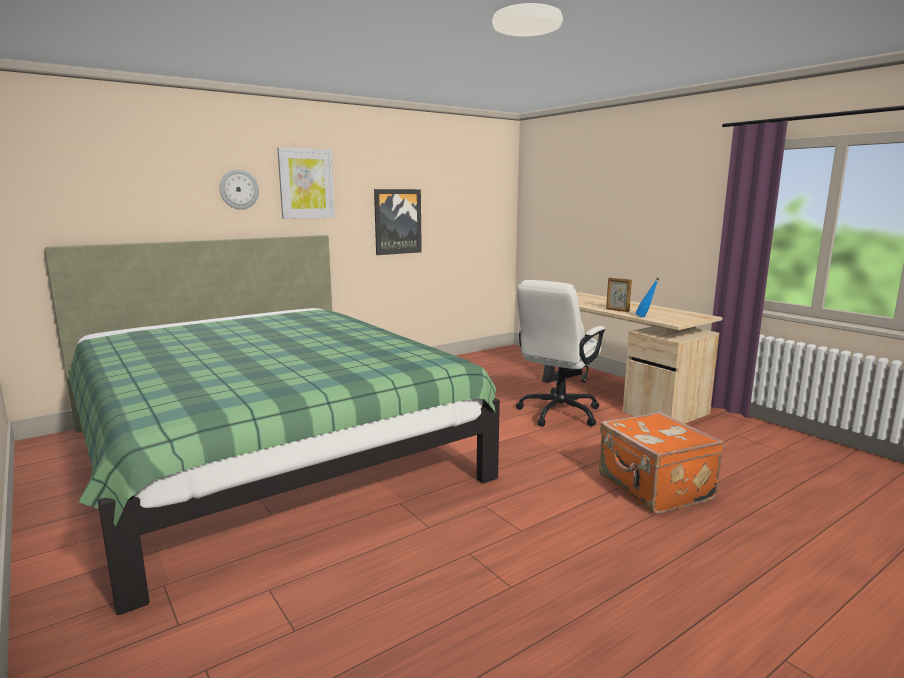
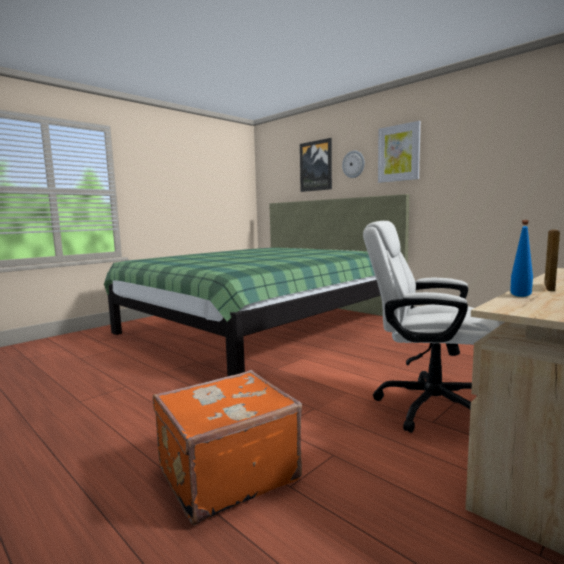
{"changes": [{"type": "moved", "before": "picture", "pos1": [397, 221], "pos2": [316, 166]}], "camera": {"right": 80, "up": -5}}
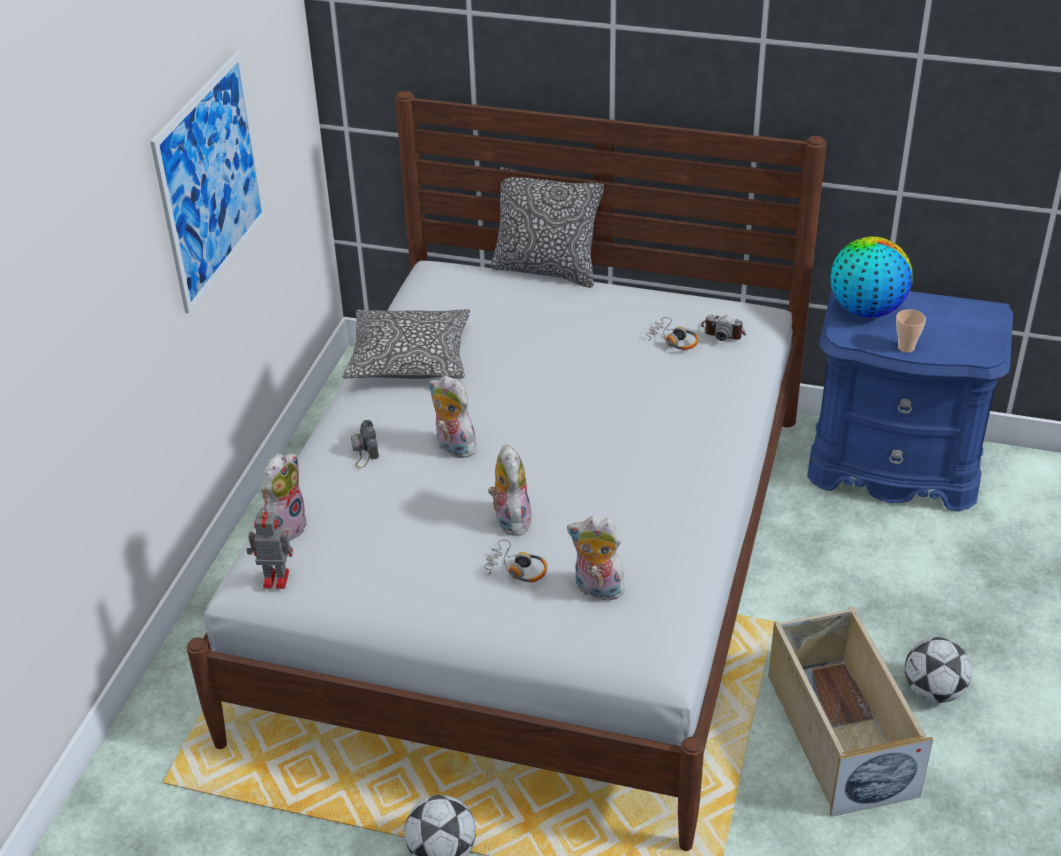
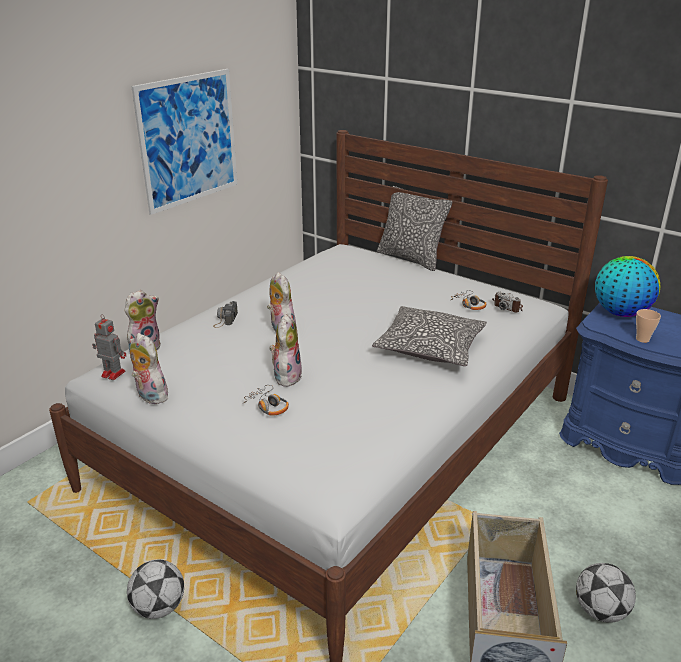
{"changes": [{"type": "moved", "before": "pillow", "pos1": [410, 359], "pos2": [430, 347]}, {"type": "moved", "before": "plush toy", "pos1": [596, 590], "pos2": [149, 396]}], "camera": {"right": 20, "up": -10}}
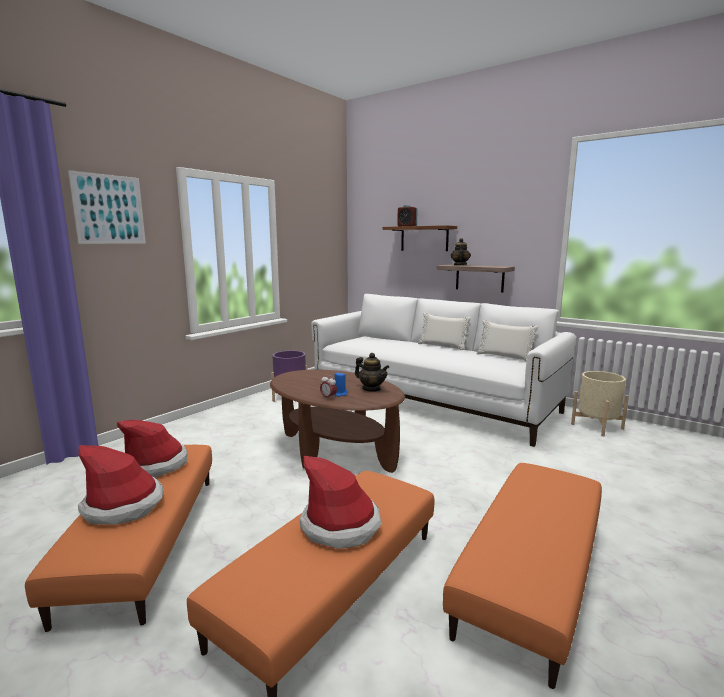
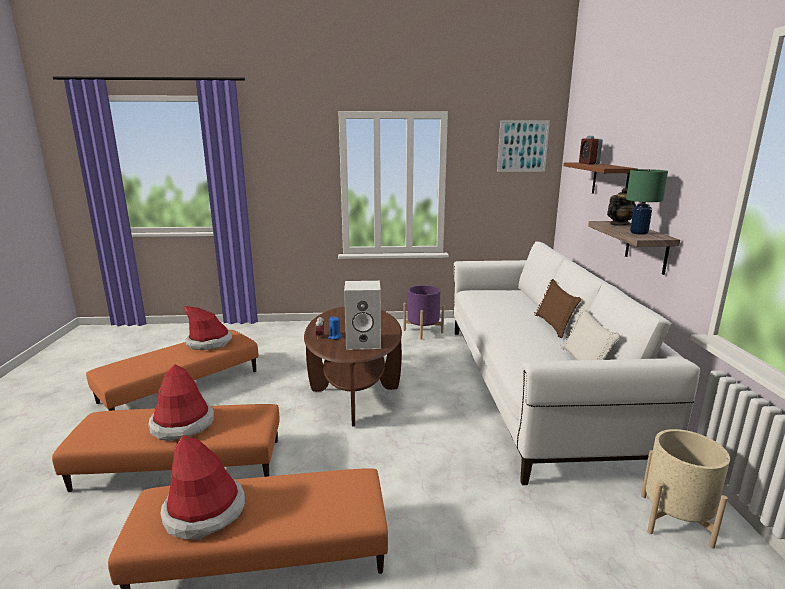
{"changes": [{"type": "added", "after": "table lamp in green", "pos2": [639, 233]}, {"type": "moved", "before": "picture", "pos1": [109, 209], "pos2": [522, 146]}, {"type": "moved", "before": "hat", "pos1": [123, 505], "pos2": [205, 511]}, {"type": "replaced", "before": "teapot", "after": "speaker in white", "pos1": [371, 389], "pos2": [364, 342]}, {"type": "recoloured", "before": "pillow in white", "after": "pillow in brown", "pos1": [442, 346], "pos2": [554, 326]}], "camera": {"right": 50, "up": 5}}
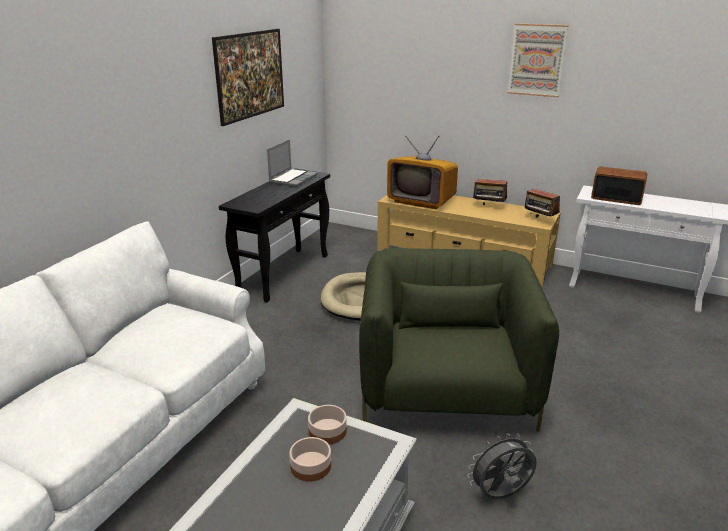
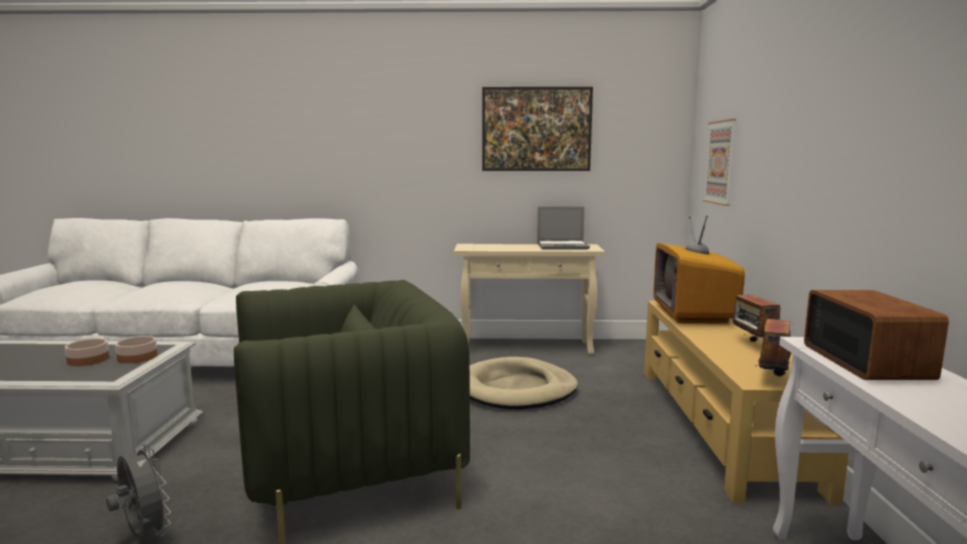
{"changes": [{"type": "moved", "before": "picture", "pos1": [537, 60], "pos2": [720, 162]}, {"type": "recoloured", "before": "console table in black", "after": "console table in beige", "pos1": [284, 273], "pos2": [527, 347]}], "camera": {"right": 65, "up": -15}}
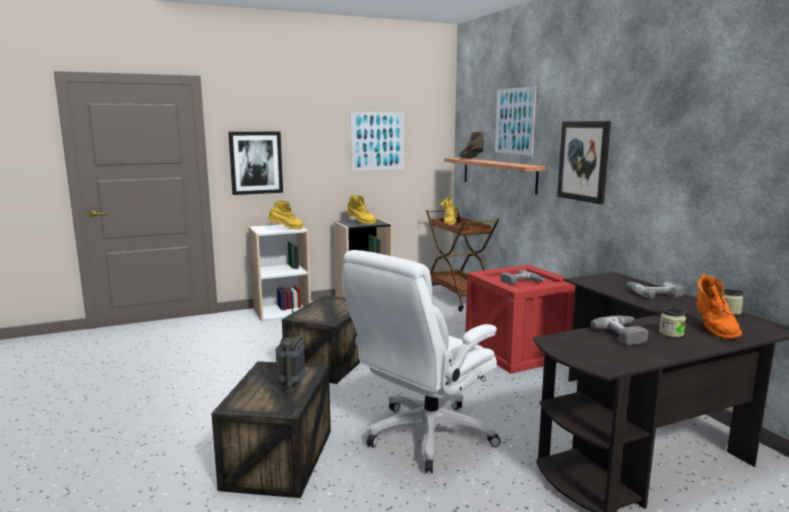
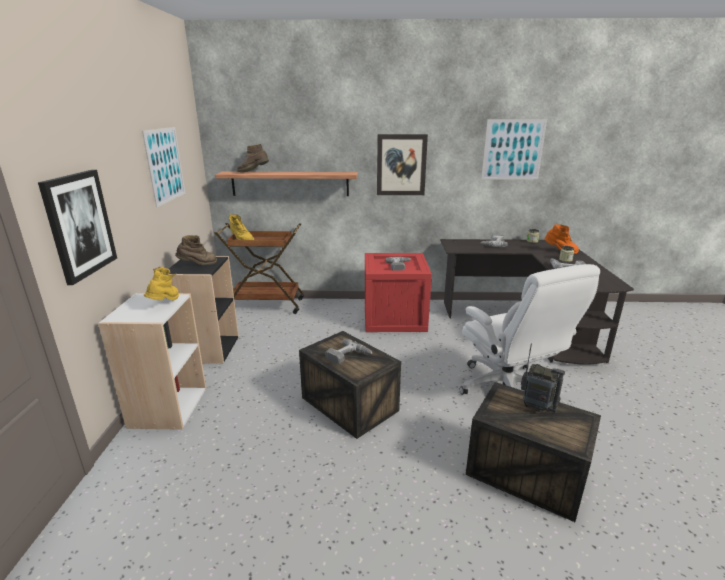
{"changes": [{"type": "added", "after": "power drill", "pos2": [349, 357]}, {"type": "moved", "before": "picture", "pos1": [514, 121], "pos2": [513, 150]}, {"type": "recoloured", "before": "boot in yellow", "after": "boot in brown", "pos1": [361, 222], "pos2": [198, 265]}], "camera": {"right": -65, "up": 10}}
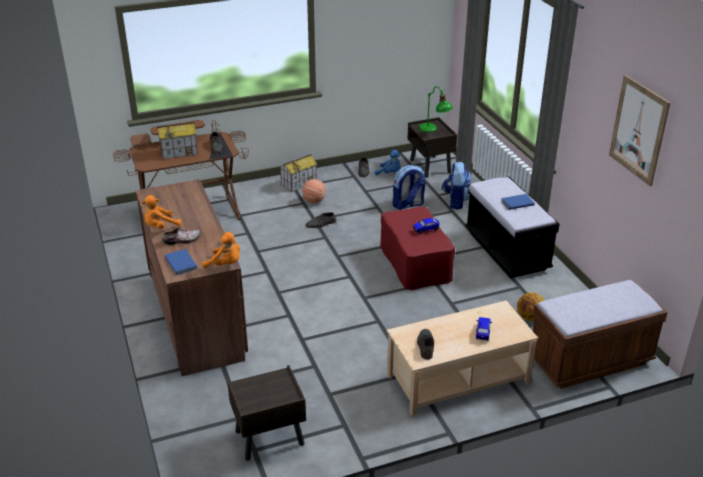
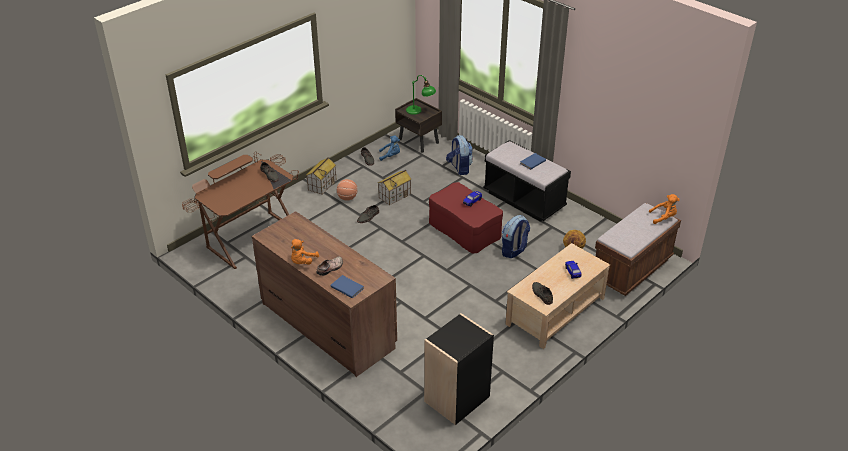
{"changes": [{"type": "removed", "before": "picture", "pos1": [638, 130]}, {"type": "moved", "before": "toy house", "pos1": [179, 152], "pos2": [395, 195]}, {"type": "moved", "before": "plush toy in orange", "pos1": [225, 264], "pos2": [663, 217]}, {"type": "moved", "before": "backpack", "pos1": [408, 205], "pos2": [514, 251]}, {"type": "replaced", "before": "nightstand in brown", "after": "bookcase in black", "pos1": [268, 438], "pos2": [457, 399]}], "camera": {"right": -25, "up": 5}}
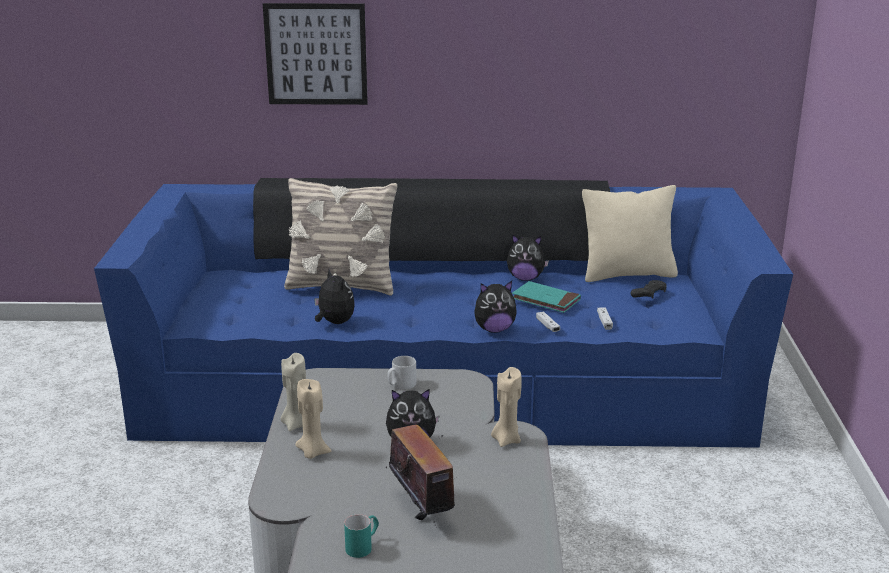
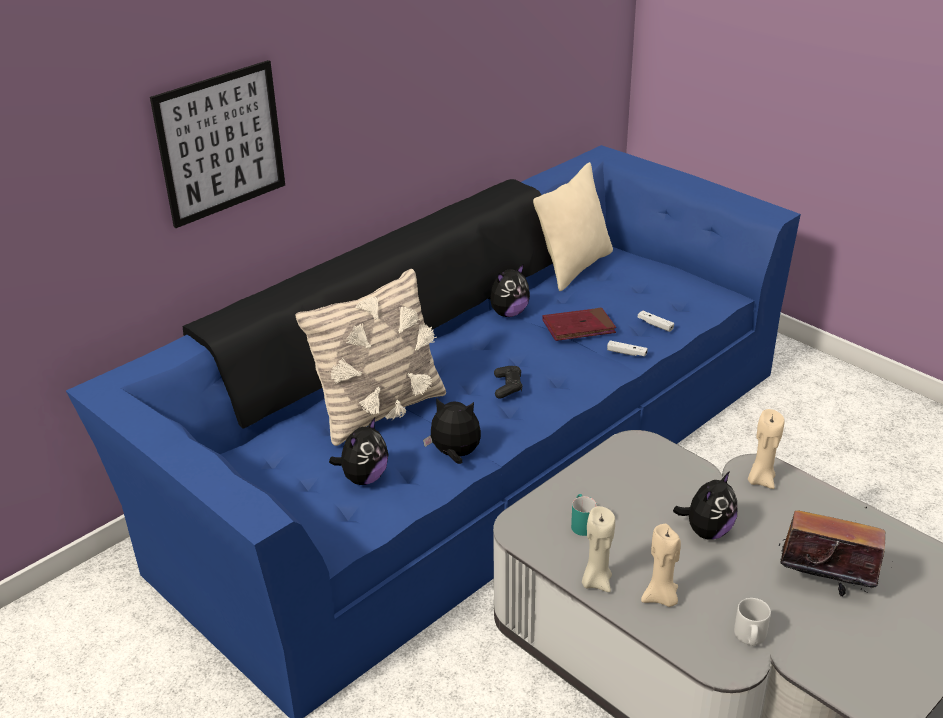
{"changes": [{"type": "moved", "before": "mug in turquoise", "pos1": [363, 546], "pos2": [582, 523]}, {"type": "moved", "before": "mug in grey", "pos1": [401, 385], "pos2": [750, 637]}, {"type": "moved", "before": "plush toy", "pos1": [494, 329], "pos2": [363, 477]}, {"type": "moved", "before": "game controller in black", "pos1": [649, 294], "pos2": [508, 387]}, {"type": "recoloured", "before": "book in turquoise", "after": "book in red", "pos1": [545, 300], "pos2": [578, 327]}], "camera": {"right": -45, "up": 10}}
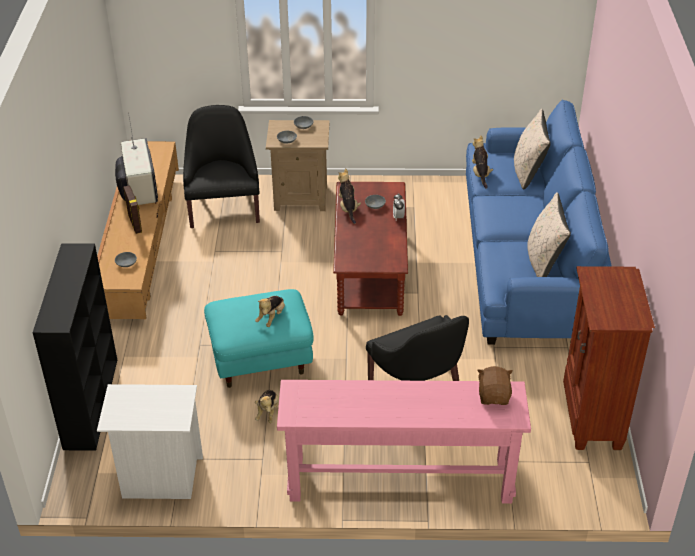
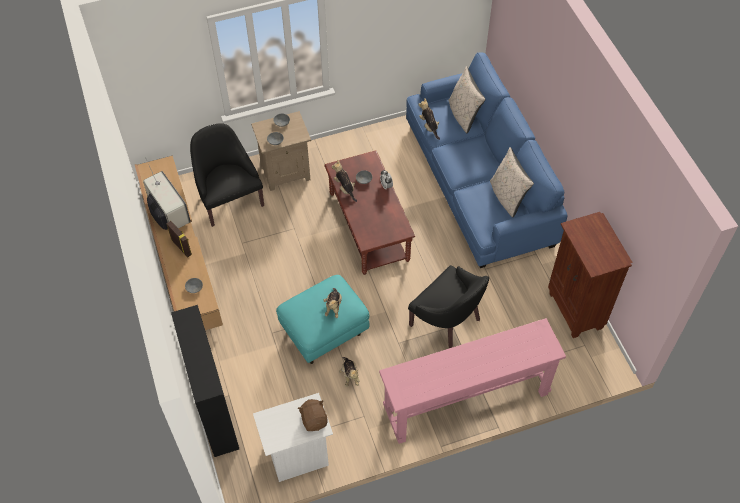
{"changes": [{"type": "moved", "before": "plush toy in brown", "pos1": [494, 396], "pos2": [314, 419]}], "camera": {"right": -20, "up": 15}}
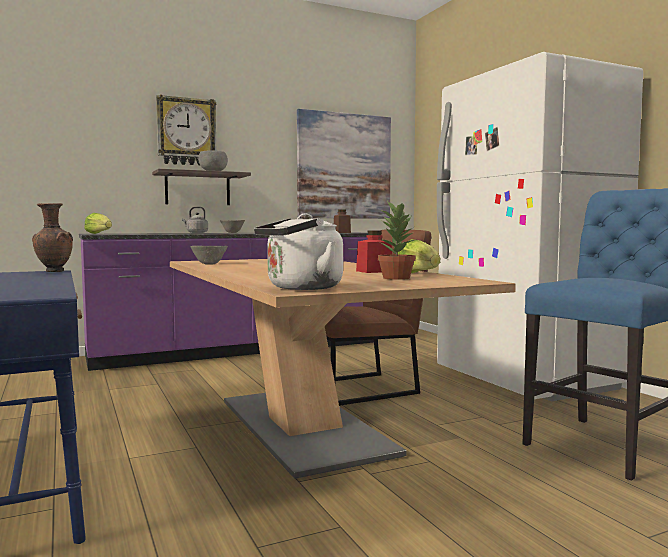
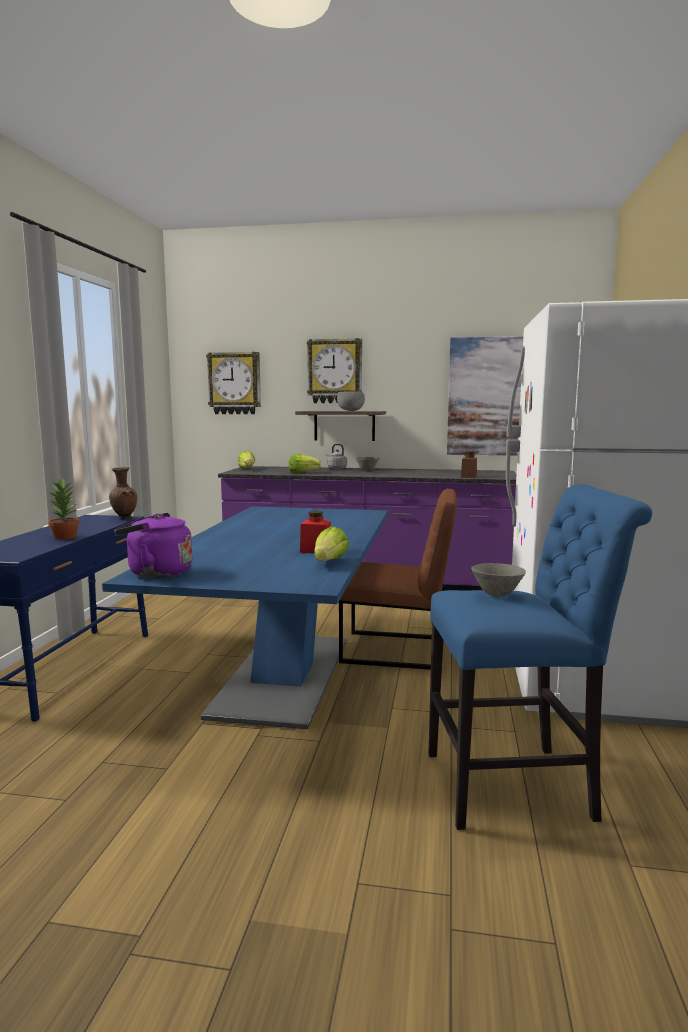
{"changes": [{"type": "added", "after": "wall clock", "pos2": [235, 383]}, {"type": "added", "after": "lettuce", "pos2": [302, 472]}, {"type": "moved", "before": "bowl in grey", "pos1": [209, 264], "pos2": [497, 594]}, {"type": "moved", "before": "potted plant", "pos1": [396, 278], "pos2": [66, 537]}, {"type": "recoloured", "before": "dining table in beige", "after": "dining table in blue", "pos1": [303, 427], "pos2": [283, 676]}, {"type": "recoloured", "before": "kettle in white", "after": "kettle in purple", "pos1": [300, 288], "pos2": [156, 573]}], "camera": {"right": 35, "up": 5}}
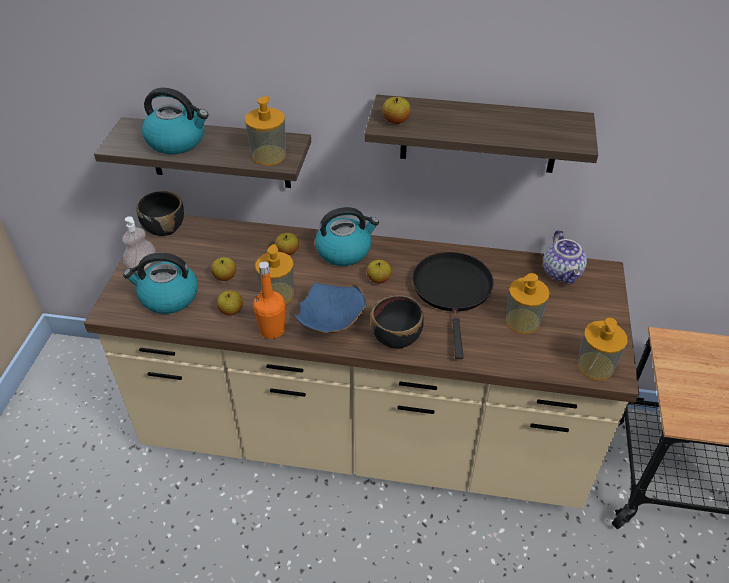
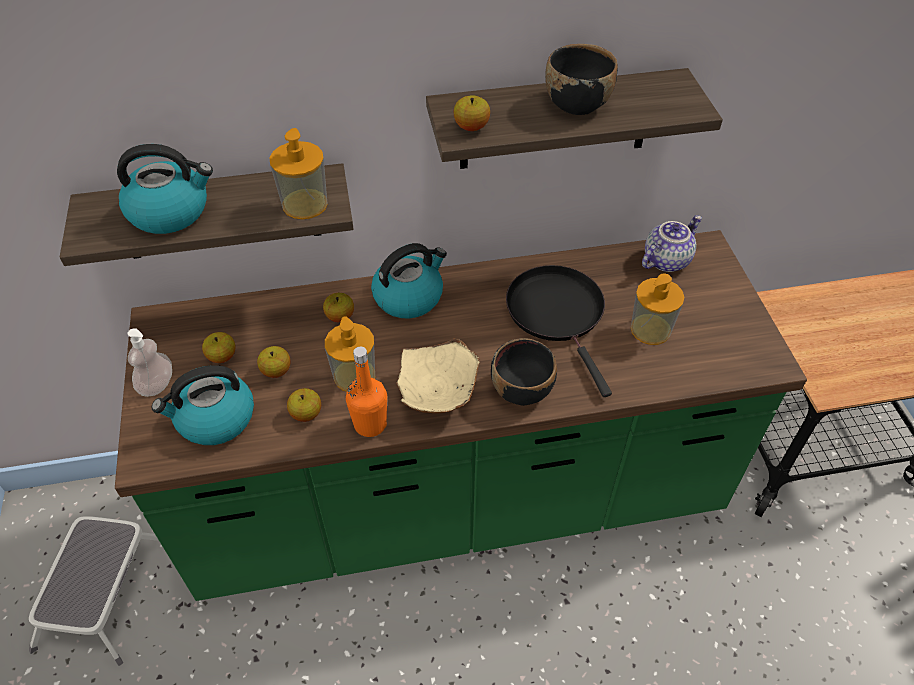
{"changes": [{"type": "removed", "before": "soap dispenser", "pos1": [595, 366]}, {"type": "added", "after": "step ladder in grey", "pos2": [104, 592]}, {"type": "moved", "before": "bowl in black", "pos1": [165, 227], "pos2": [577, 103]}, {"type": "moved", "before": "apple", "pos1": [378, 279], "pos2": [222, 356]}, {"type": "recoloured", "before": "counter in beige", "after": "counter in green", "pos1": [364, 435], "pos2": [457, 500]}, {"type": "recoloured", "before": "bowl in blue", "after": "bowl in beige", "pos1": [332, 323], "pos2": [438, 394]}, {"type": "turned", "before": "teapot", "pos1": [562, 273], "pos2": [665, 260], "turn": -105}], "camera": {"right": -20, "up": 5}}
